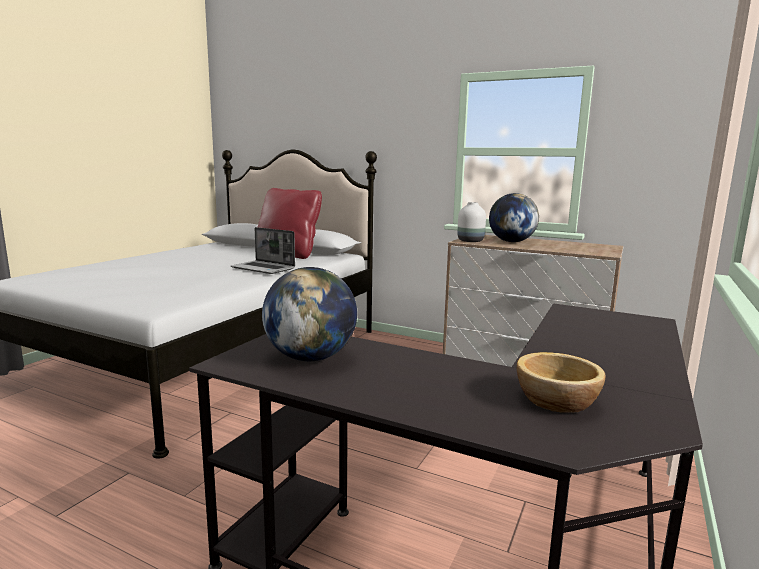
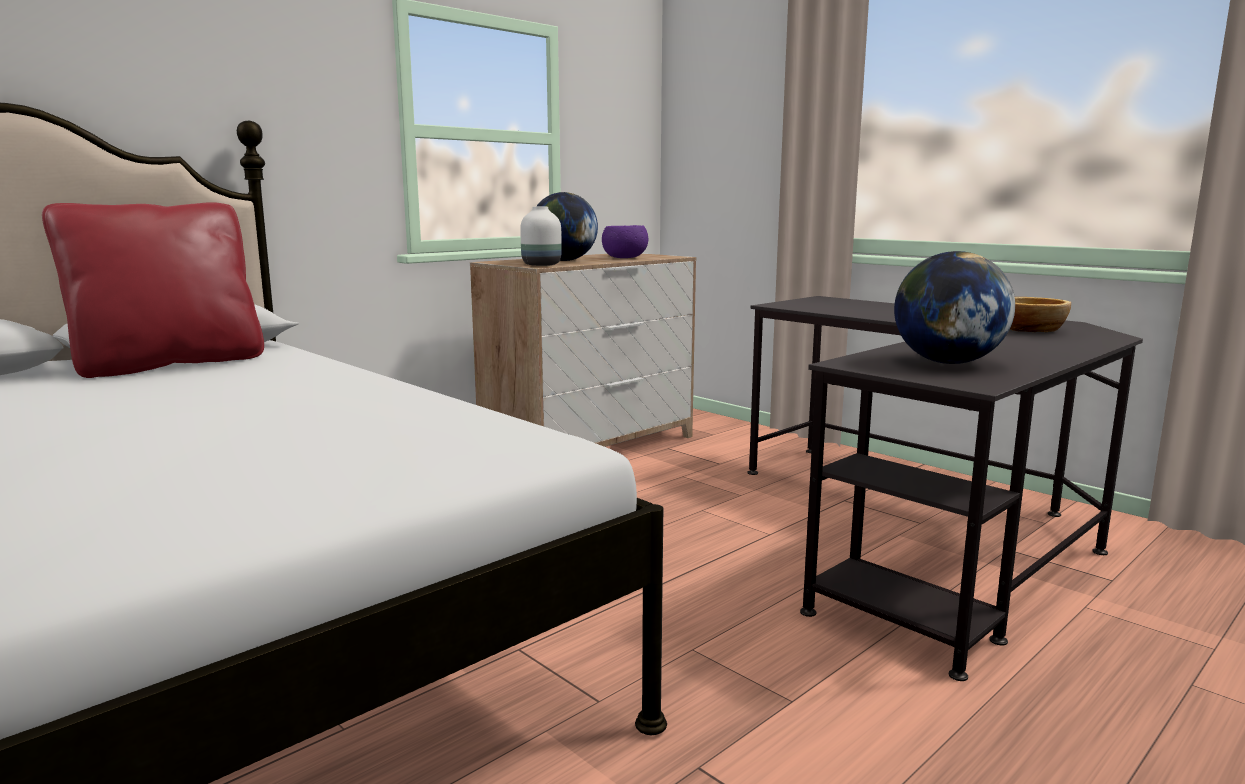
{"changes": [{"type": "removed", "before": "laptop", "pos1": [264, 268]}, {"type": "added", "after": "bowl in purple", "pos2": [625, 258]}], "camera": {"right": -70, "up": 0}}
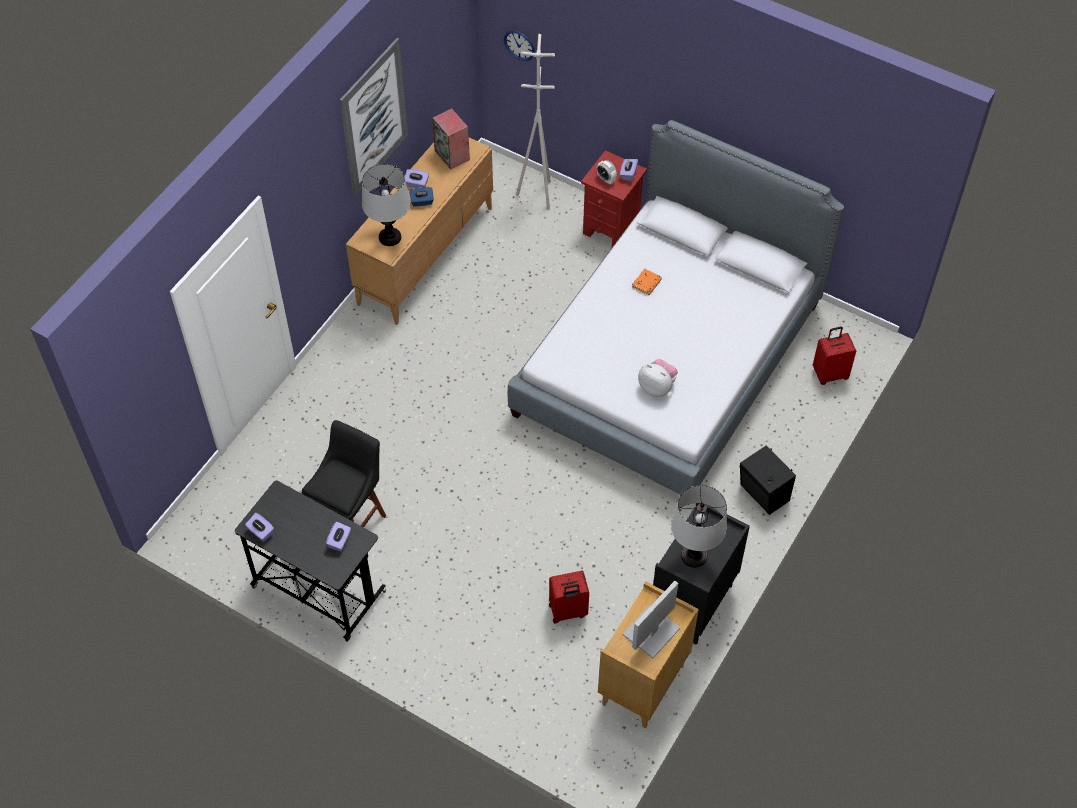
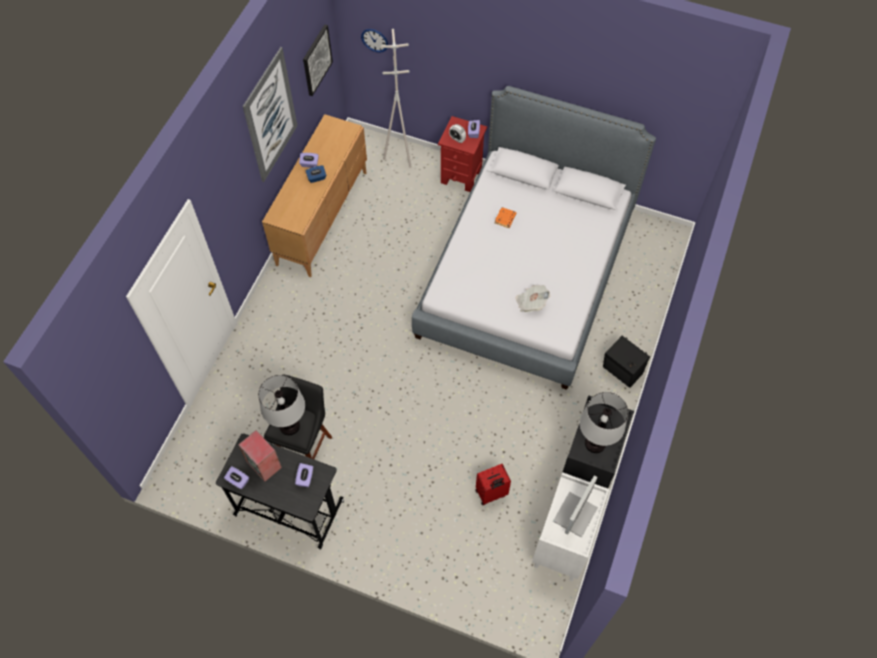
{"changes": [{"type": "removed", "before": "suitcase in red", "pos1": [830, 374]}, {"type": "added", "after": "picture", "pos2": [316, 60]}, {"type": "moved", "before": "table lamp", "pos1": [390, 237], "pos2": [289, 425]}, {"type": "moved", "before": "speaker", "pos1": [452, 155], "pos2": [265, 464]}, {"type": "replaced", "before": "plush toy", "after": "newspaper", "pos1": [657, 387], "pos2": [531, 302]}, {"type": "recoloured", "before": "cabinet in brown", "after": "cabinet in white", "pos1": [642, 685], "pos2": [562, 545]}], "camera": {"right": -10, "up": 5}}
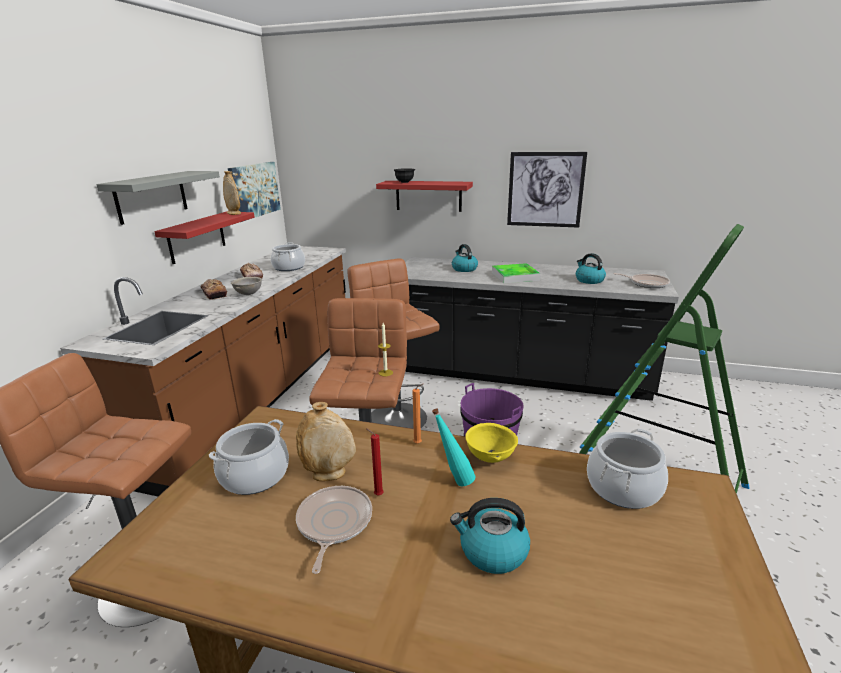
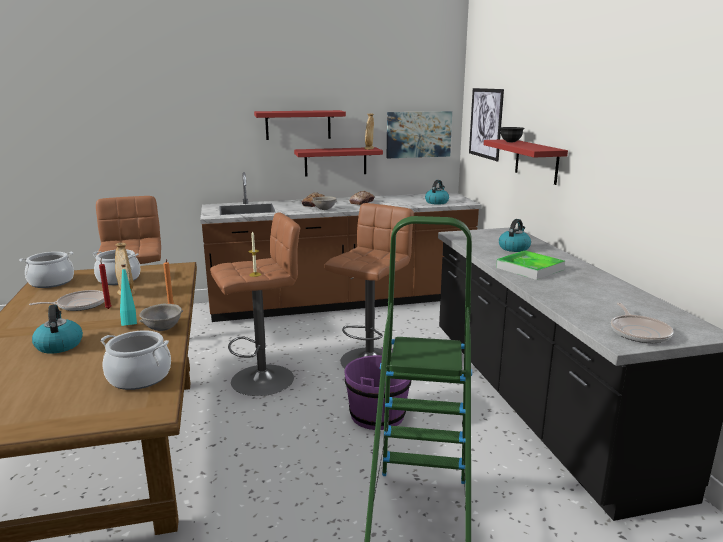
{"changes": [{"type": "moved", "before": "cooking pot", "pos1": [288, 267], "pos2": [51, 282]}, {"type": "moved", "before": "picture", "pos1": [545, 190], "pos2": [485, 123]}, {"type": "moved", "before": "kettle", "pos1": [589, 280], "pos2": [436, 202]}, {"type": "recoloured", "before": "shelf in grey", "after": "shelf in red", "pos1": [151, 196], "pos2": [298, 125]}, {"type": "recoloured", "before": "bowl in yellow", "after": "bowl in grey", "pos1": [491, 457], "pos2": [163, 329]}], "camera": {"right": 60, "up": -5}}
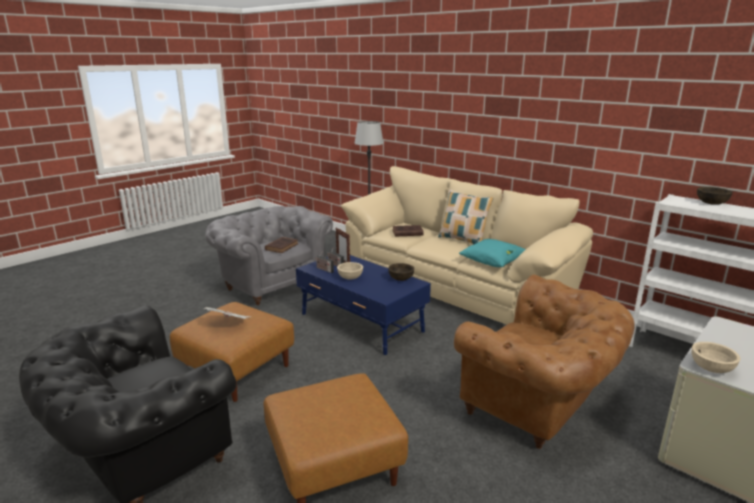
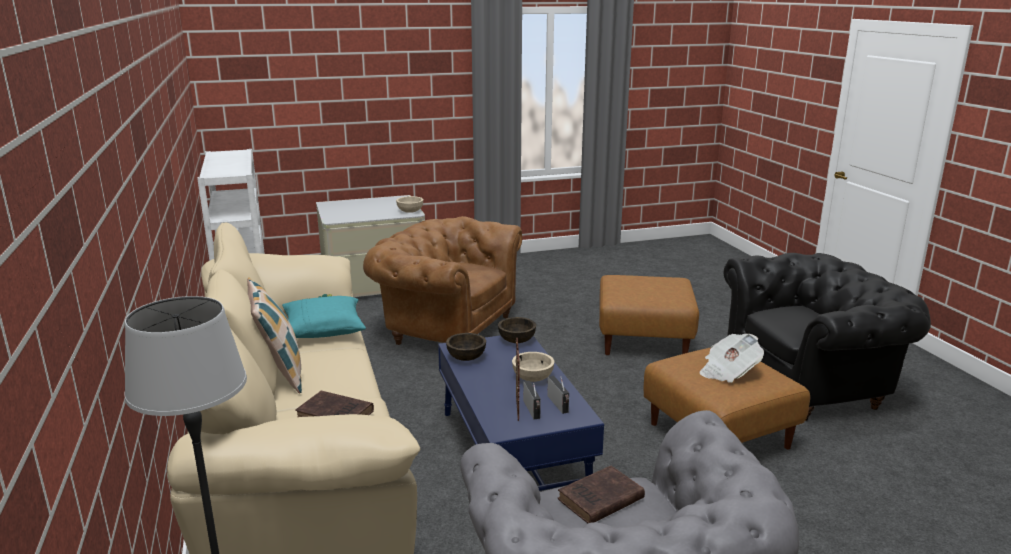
{"changes": [{"type": "moved", "before": "bowl in brown", "pos1": [711, 203], "pos2": [517, 340]}, {"type": "turned", "before": "armchair in brown", "pos1": [540, 407], "pos2": [445, 328], "turn": -45}], "camera": {"right": -150, "up": 0}}
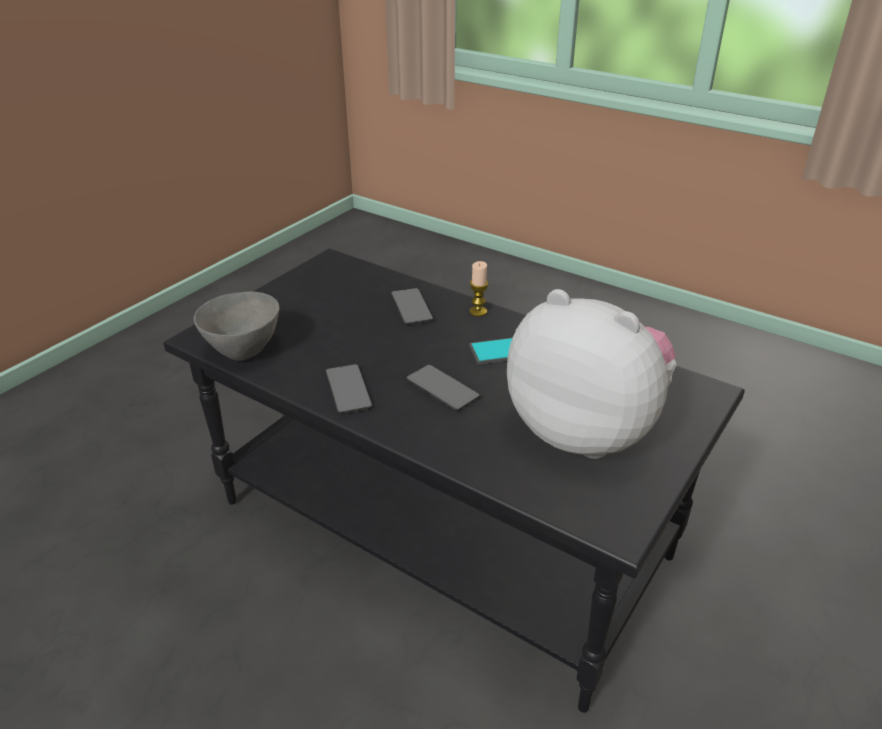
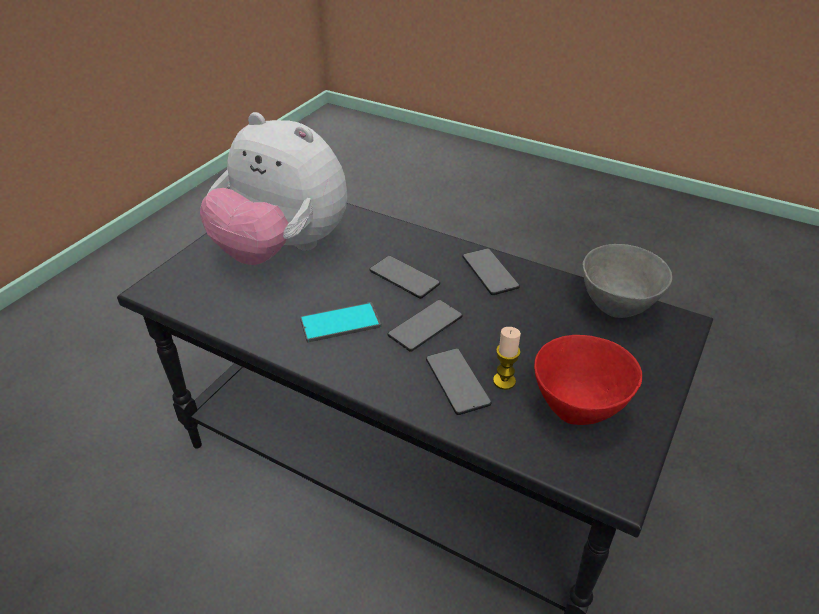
{"changes": [{"type": "added", "after": "phone", "pos2": [425, 326]}, {"type": "added", "after": "bowl in red", "pos2": [578, 407]}, {"type": "moved", "before": "candle", "pos1": [478, 311], "pos2": [504, 381]}], "camera": {"right": 175, "up": 5}}
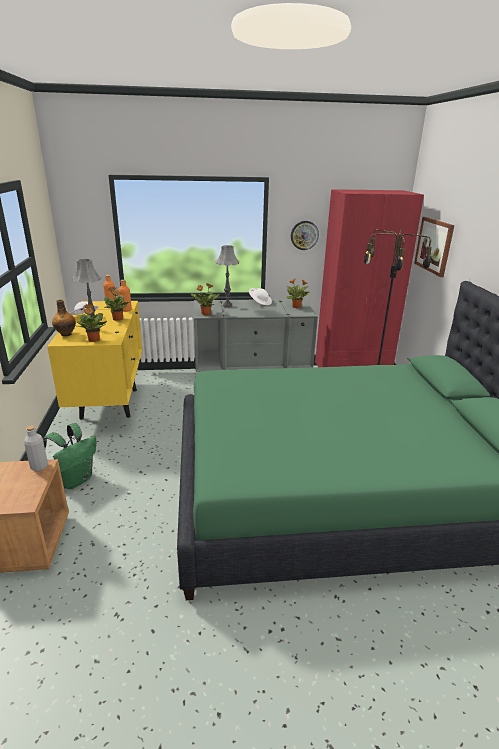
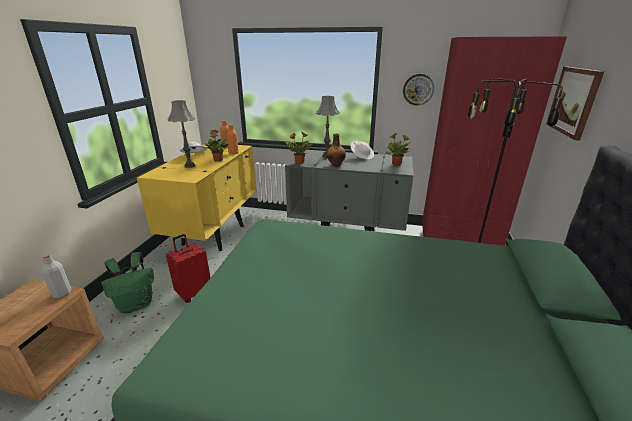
{"changes": [{"type": "removed", "before": "potted plant", "pos1": [94, 340]}, {"type": "added", "after": "suitcase in red", "pos2": [194, 292]}, {"type": "moved", "before": "bottle", "pos1": [66, 334], "pos2": [336, 164]}], "camera": {"right": 20, "up": 0}}
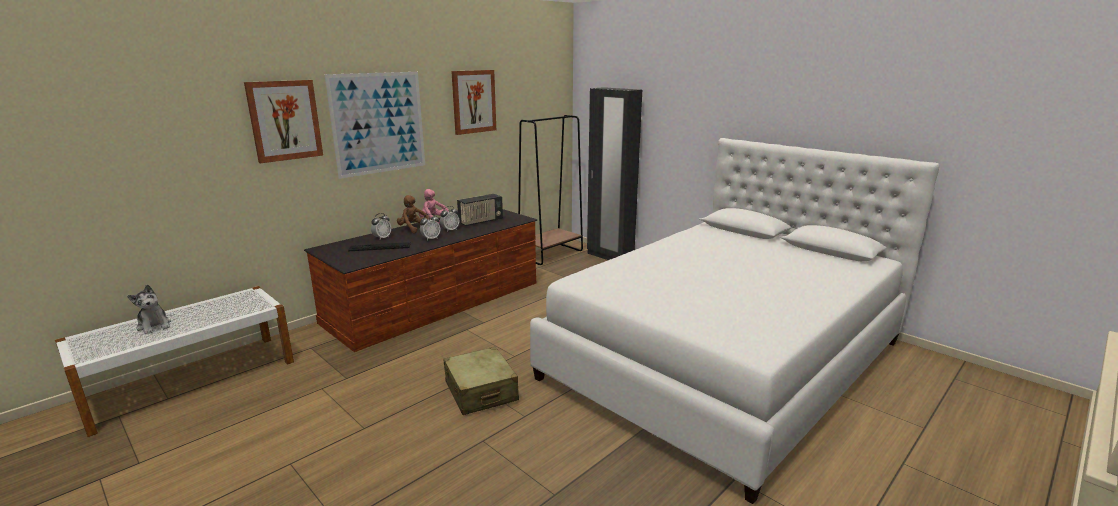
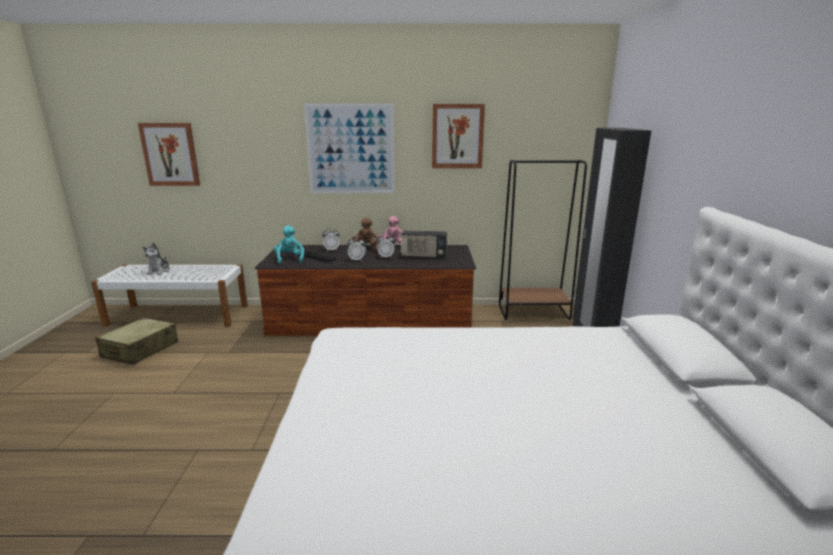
{"changes": [{"type": "added", "after": "plush toy in turquoise", "pos2": [290, 259]}, {"type": "moved", "before": "picture", "pos1": [285, 120], "pos2": [170, 154]}, {"type": "moved", "before": "suitcase in beige", "pos1": [481, 391], "pos2": [140, 350]}], "camera": {"right": 45, "up": 0}}
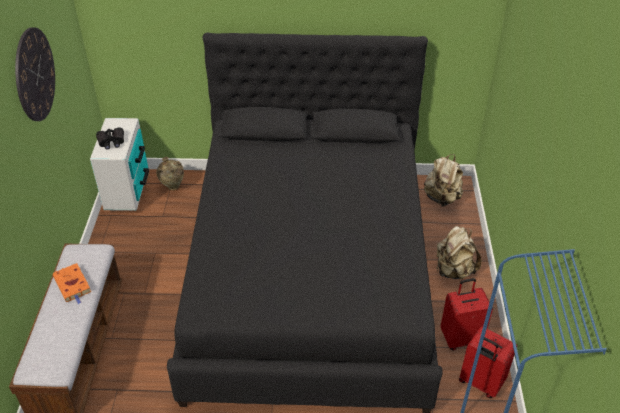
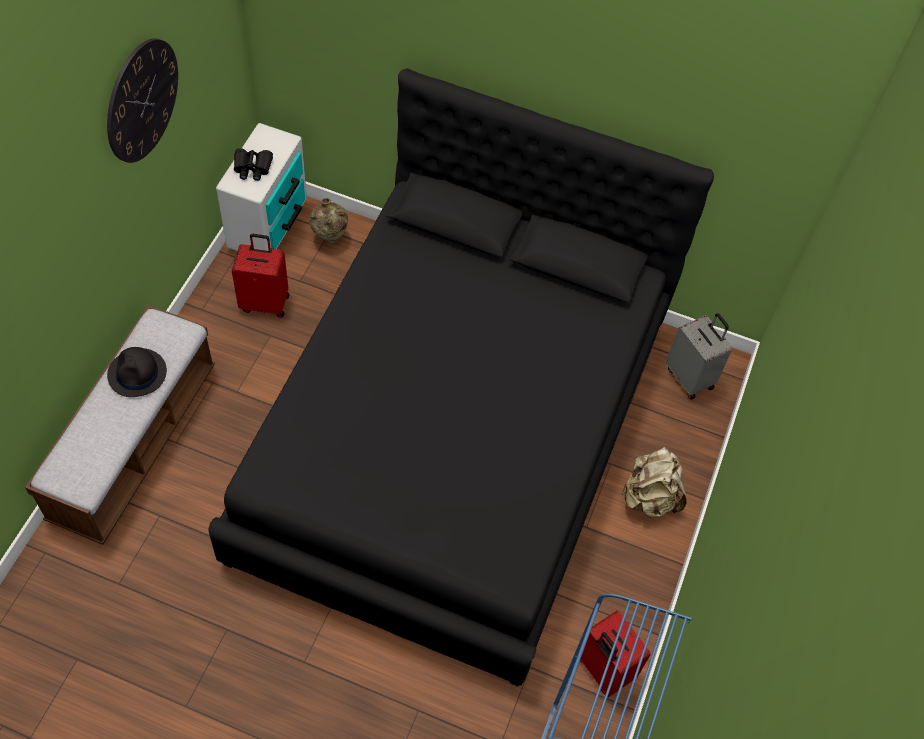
{"changes": [{"type": "moved", "before": "suitcase in red", "pos1": [461, 338], "pos2": [265, 302]}, {"type": "replaced", "before": "book in orange", "after": "hat in black", "pos1": [73, 285], "pos2": [137, 374]}, {"type": "replaced", "before": "backpack in beige", "after": "suitcase in grey", "pos1": [442, 198], "pos2": [690, 377]}], "camera": {"right": 15, "up": 15}}
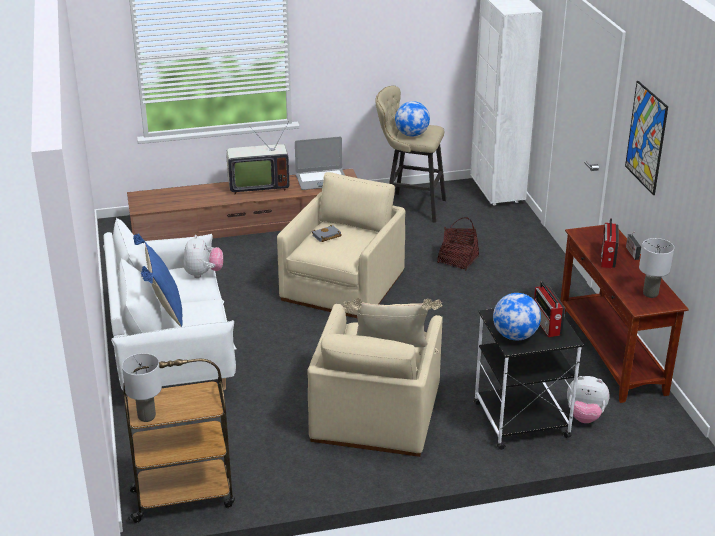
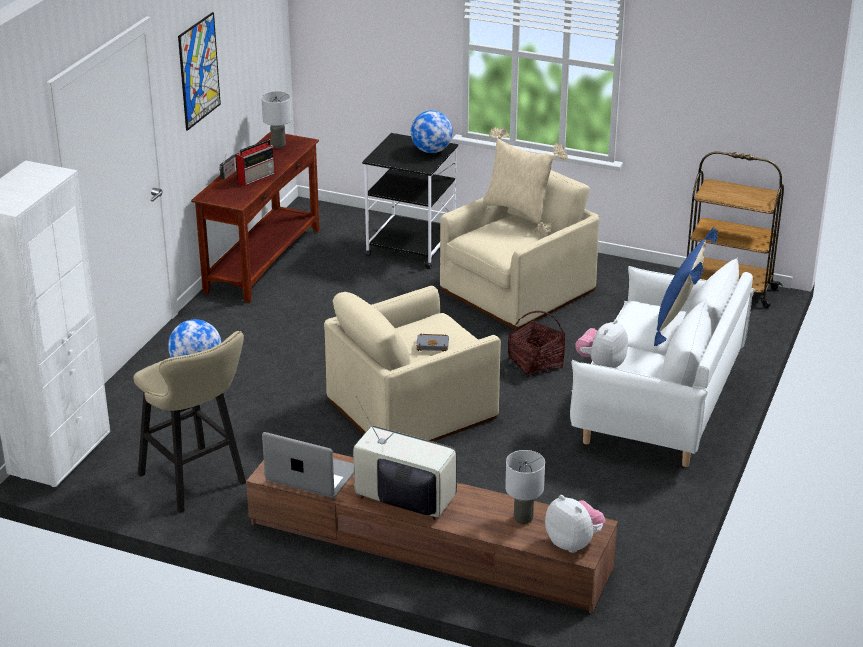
{"changes": [{"type": "removed", "before": "radio", "pos1": [547, 325]}, {"type": "moved", "before": "table lamp in white", "pos1": [147, 416], "pos2": [522, 519]}, {"type": "moved", "before": "basket", "pos1": [457, 260], "pos2": [536, 364]}, {"type": "moved", "before": "plush toy", "pos1": [585, 416], "pos2": [573, 543]}], "camera": {"right": -145, "up": 0}}
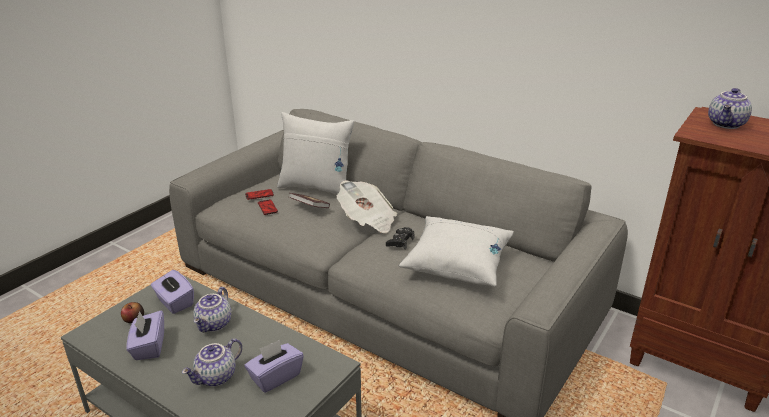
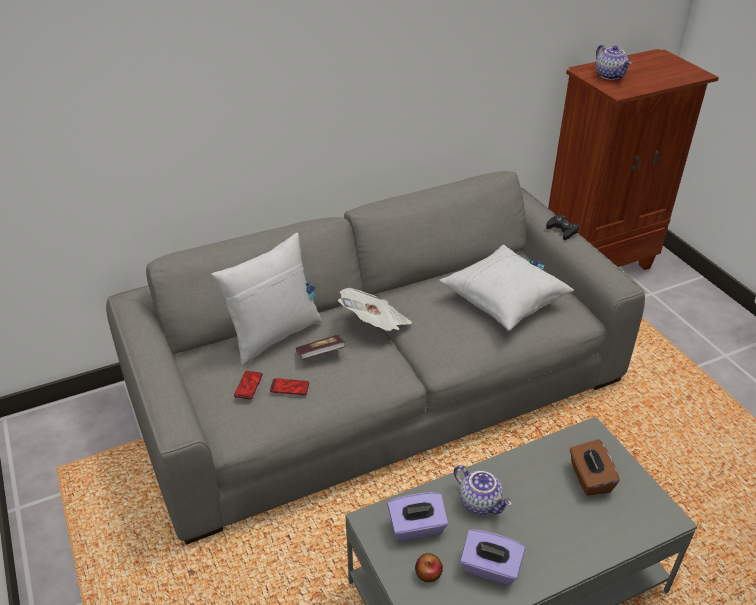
{"changes": [{"type": "removed", "before": "teapot", "pos1": [216, 377]}, {"type": "moved", "before": "game controller in black", "pos1": [400, 242], "pos2": [562, 230]}, {"type": "recoloured", "before": "tissue box in purple", "after": "tissue box in brown", "pos1": [275, 377], "pos2": [589, 478]}], "camera": {"right": -60, "up": 10}}
